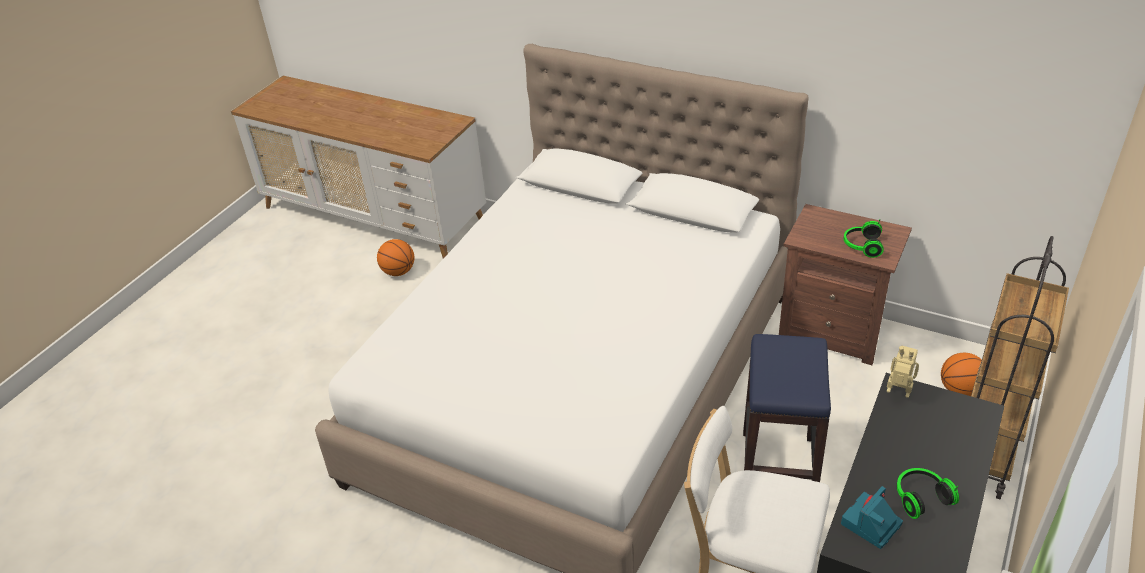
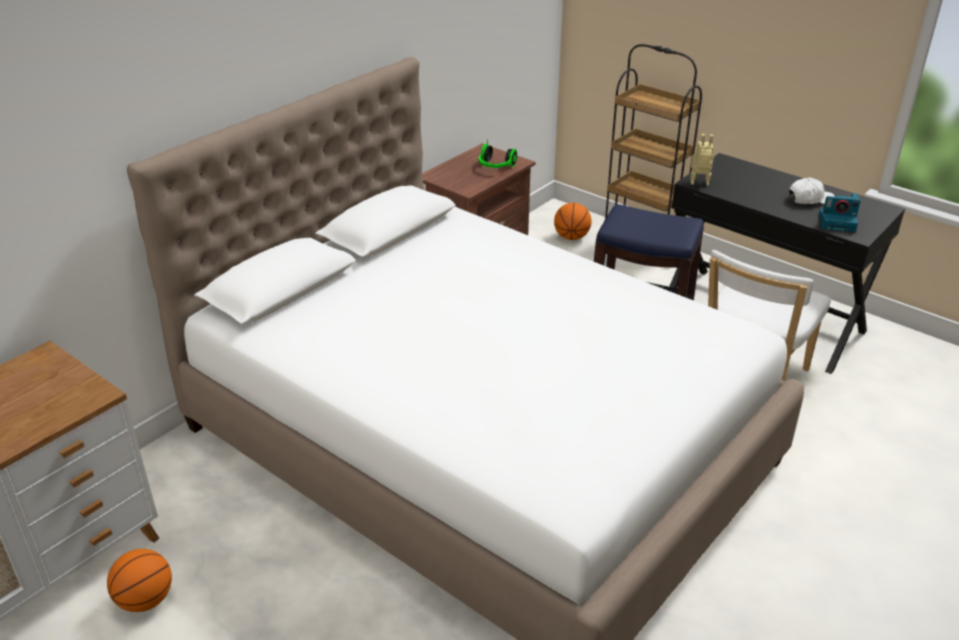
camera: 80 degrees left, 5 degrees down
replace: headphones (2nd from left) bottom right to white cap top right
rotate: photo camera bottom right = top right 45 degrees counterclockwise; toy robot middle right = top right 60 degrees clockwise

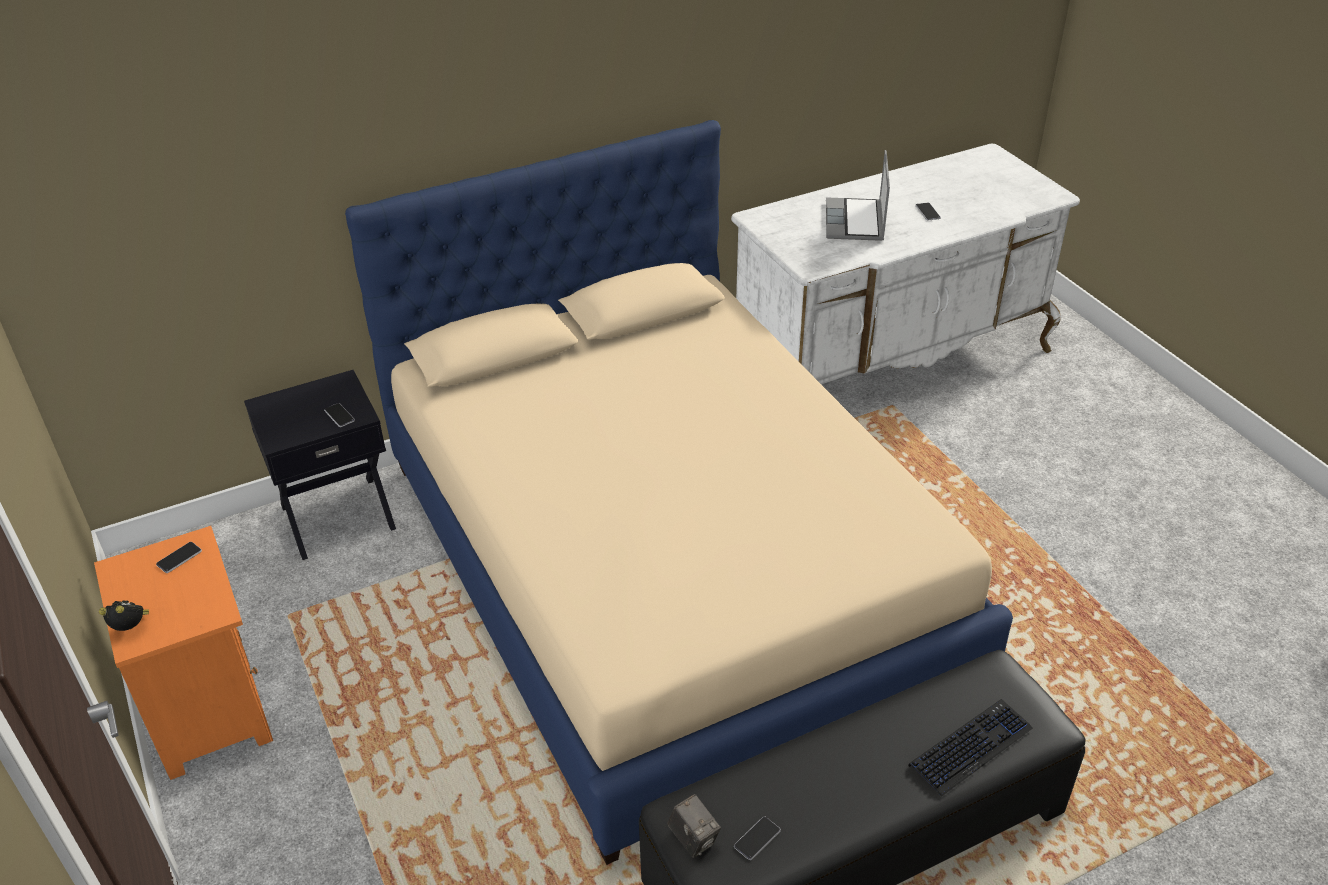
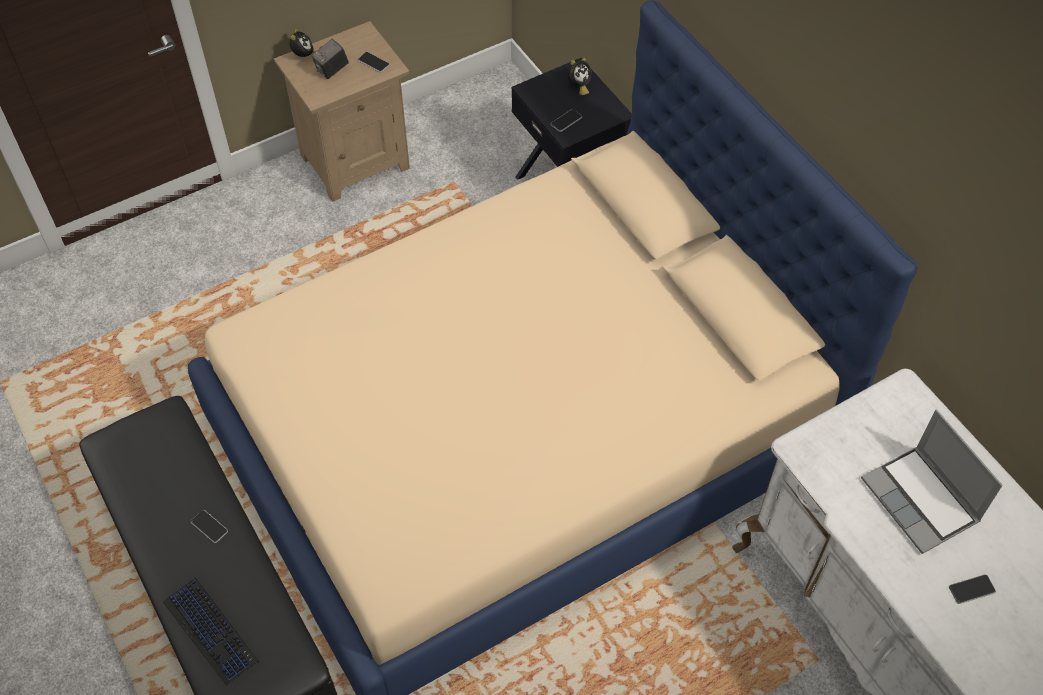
camera: 85 degrees right, 15 degrees up
insert: alarm clock (2nd from left) top centre
move: photo camera bottom centre to top left; phone (3rd from left in the first image) bottom centre to phone (1st from left) bottom left
recolor: orange nightstand bottom left to beige nightstand top left
rotate: laptop top centre = bottom right 120 degrees counterclockwise

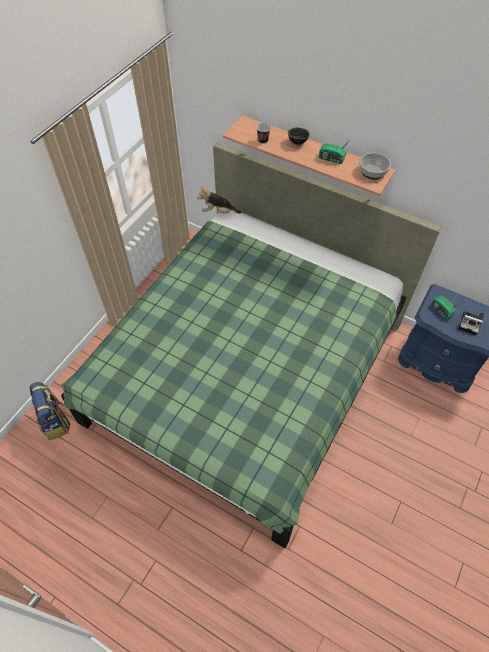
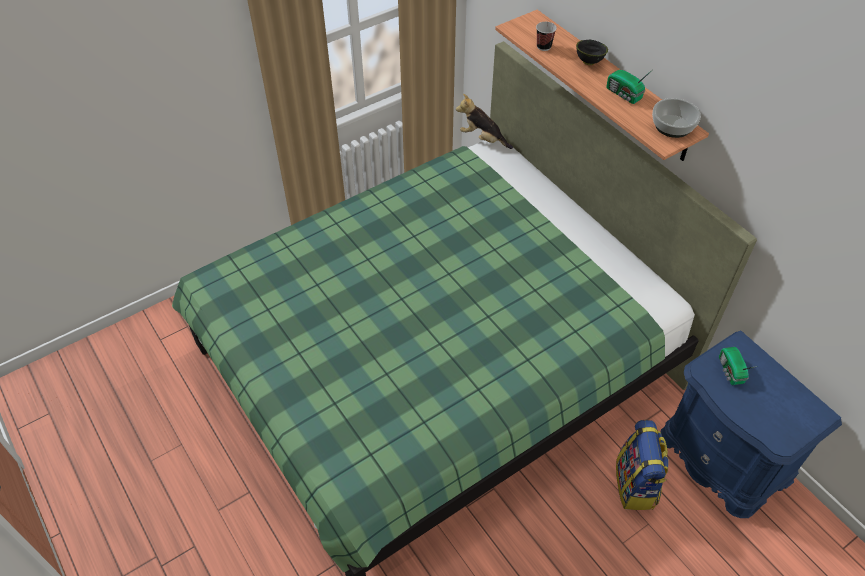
camera: 25 degrees right, 5 degrees down
delete: photo camera middle right
move: backpack middle left to bottom right

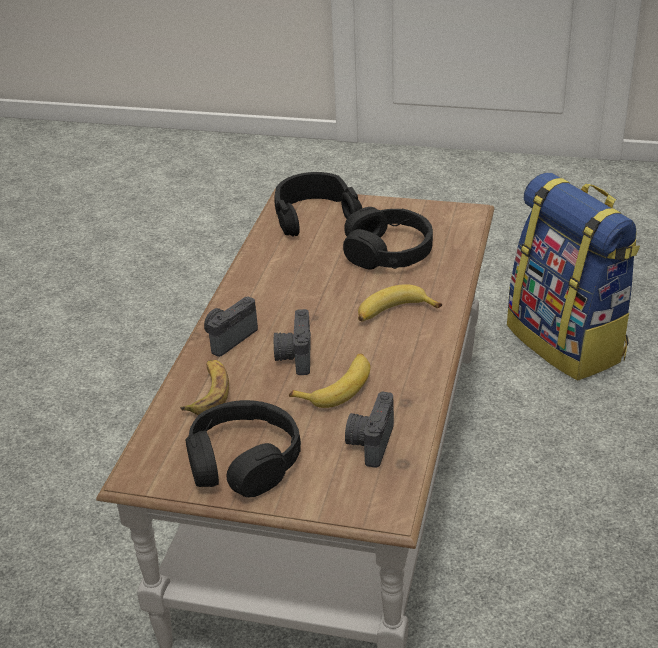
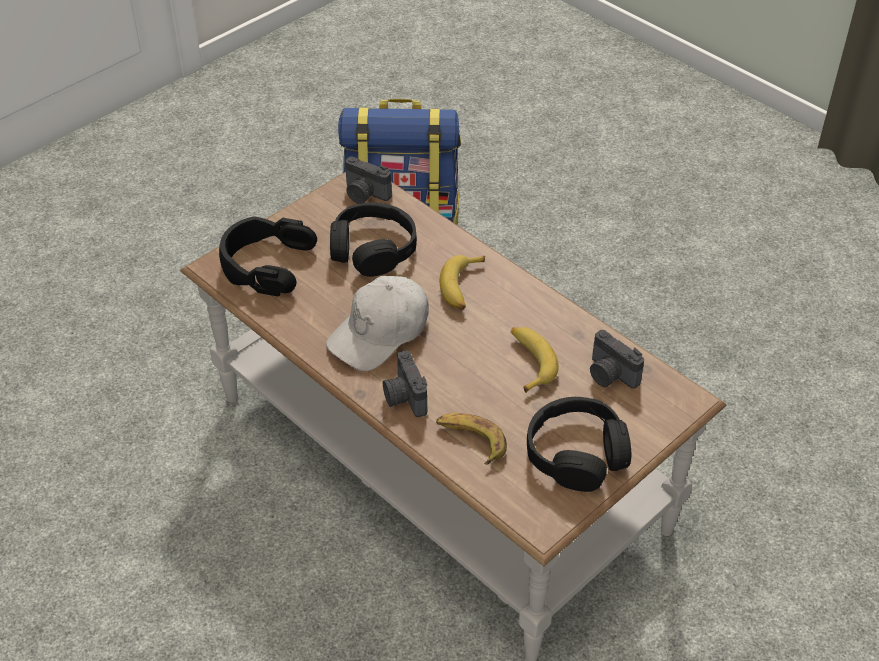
camera: 60 degrees left, 10 degrees up
insert: white cap centre
move: photo camera (2nd from left in the first image) centre to photo camera (1st from left) top centre

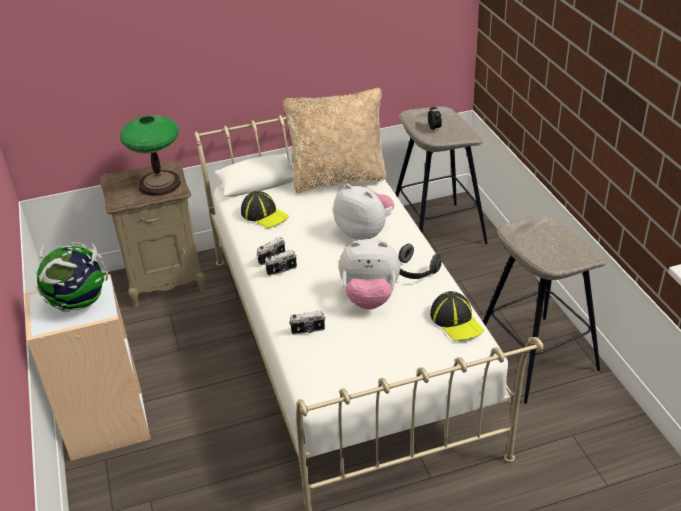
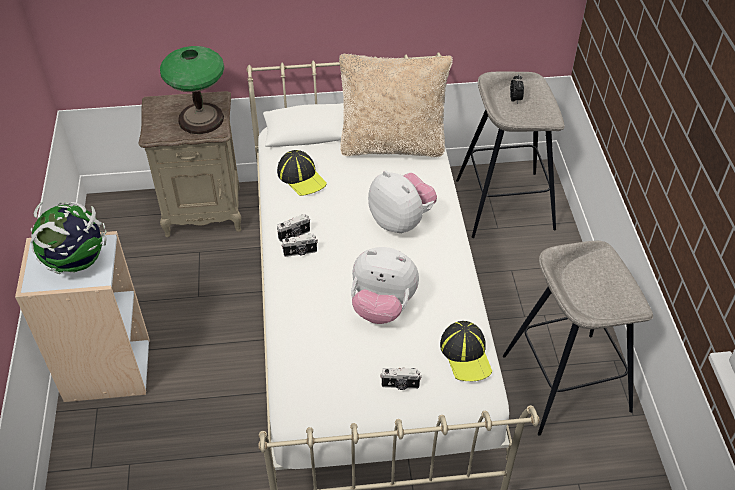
camera: 10 degrees right, 10 degrees up
delete: headphones centre
move: photo camera (3rd from left) centre to bottom centre

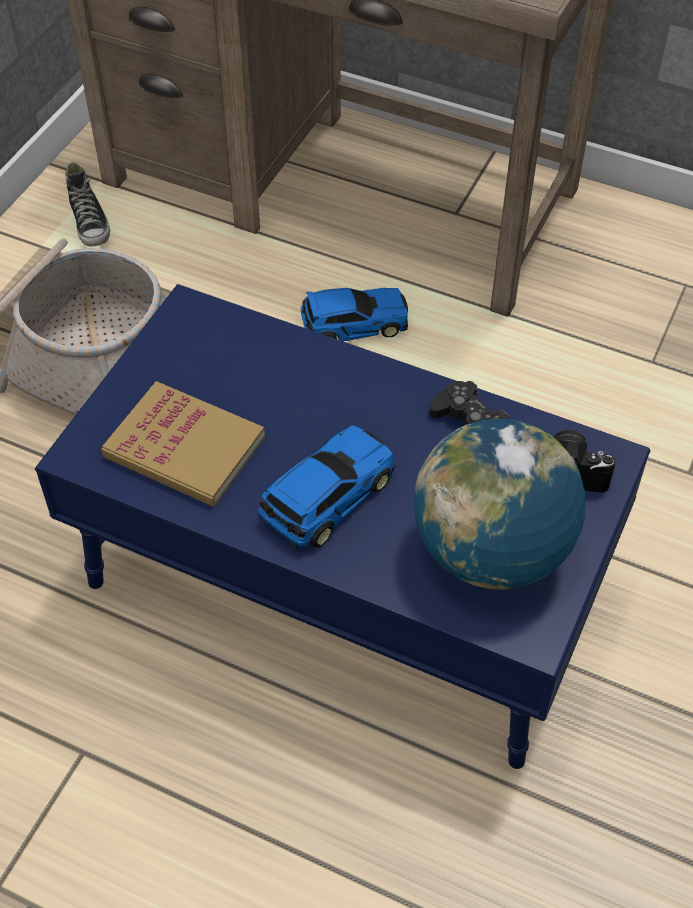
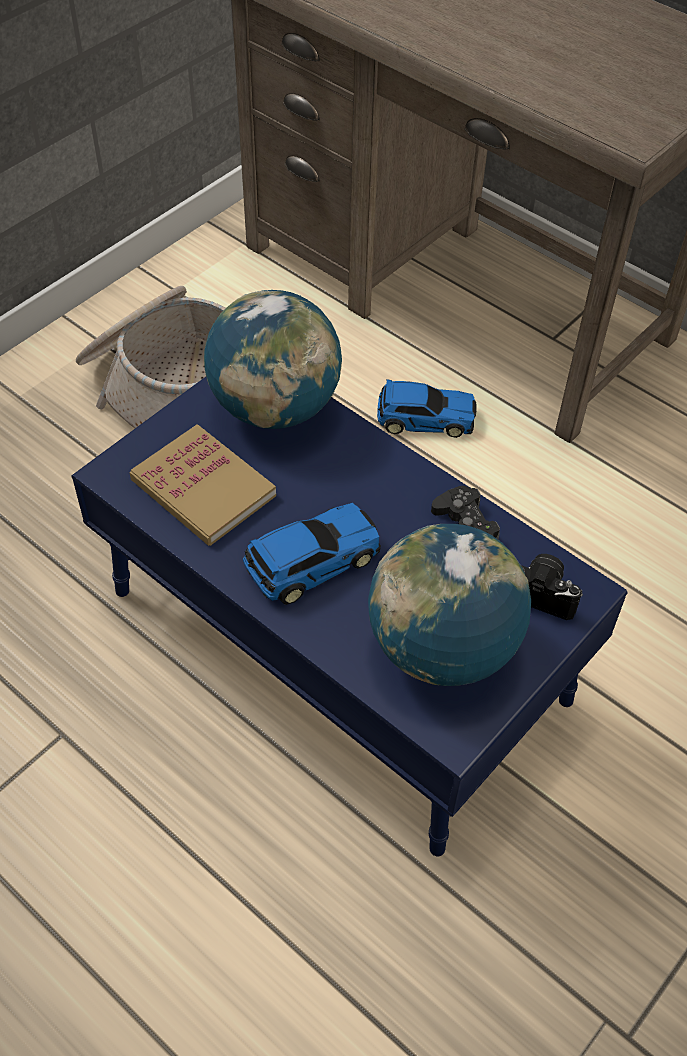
camera: 15 degrees right, 0 degrees up
delete: shoe top left
insert: globe (1st from left) centre

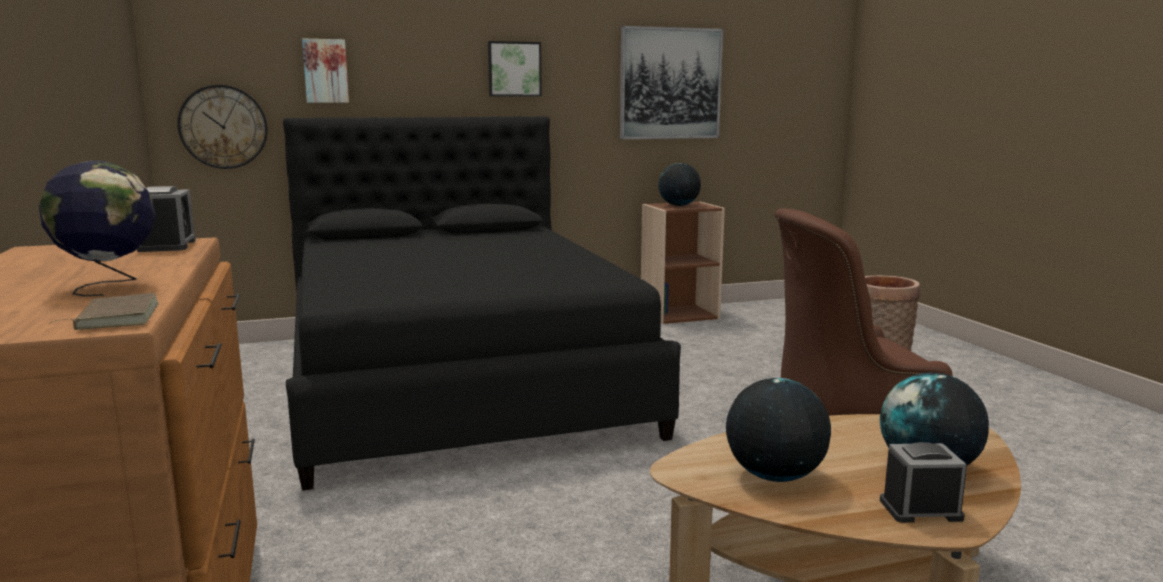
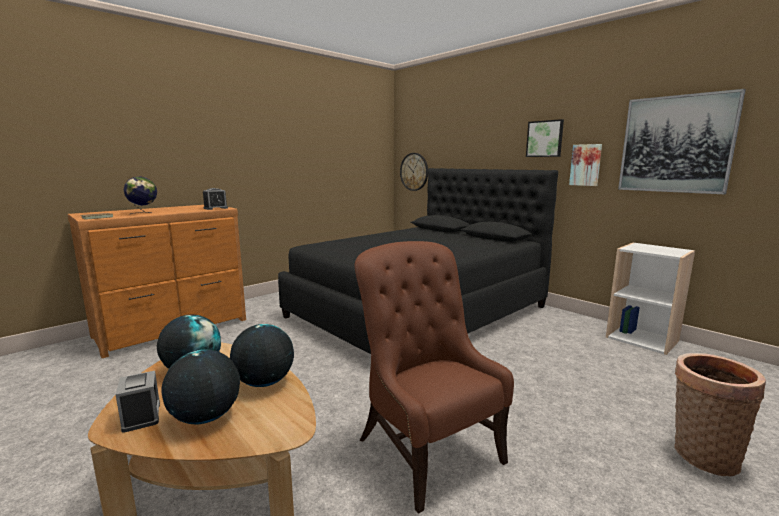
camera: 65 degrees right, 0 degrees up
move: picture (1st from left in the first image) top left to picture (2nd from left) top right; globe (2nd from left in the first image) top centre to globe (4th from left) bottom centre
recolor: brown bookcase centre to white bookcase middle right

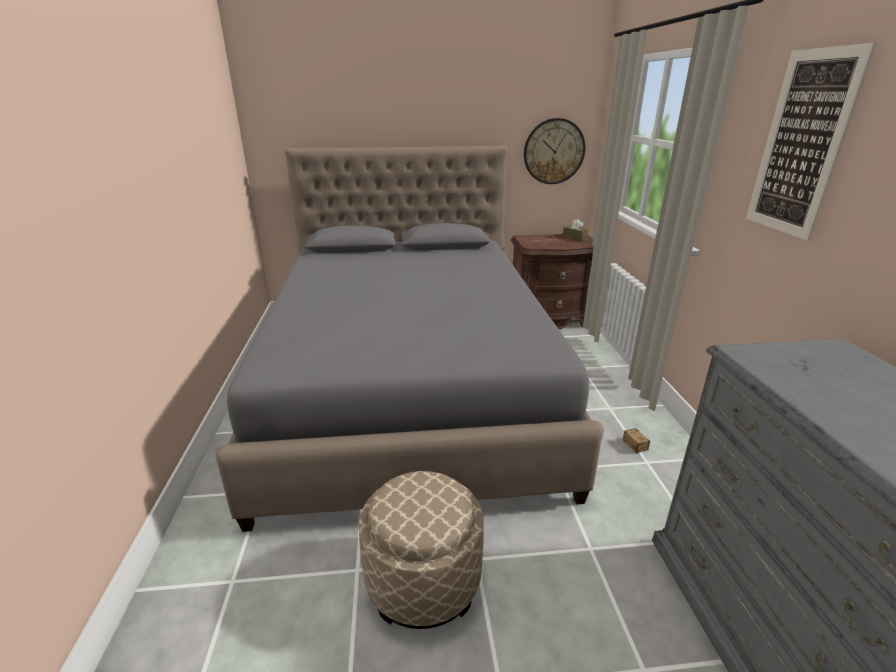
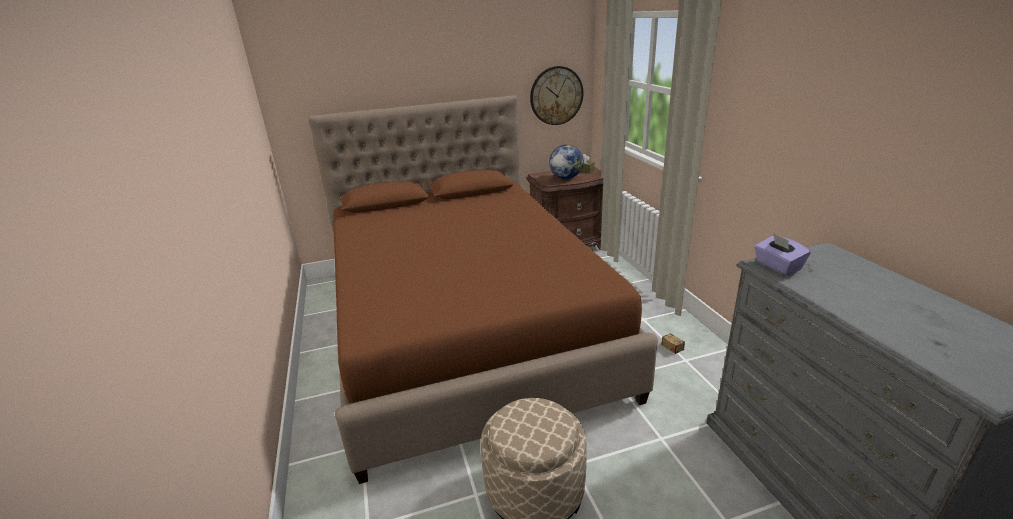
camera: 10 degrees left, 0 degrees up
delete: picture top right
insert: globe top centre; purple tissue box middle right
recolor: grey bed centre to brown bed centre

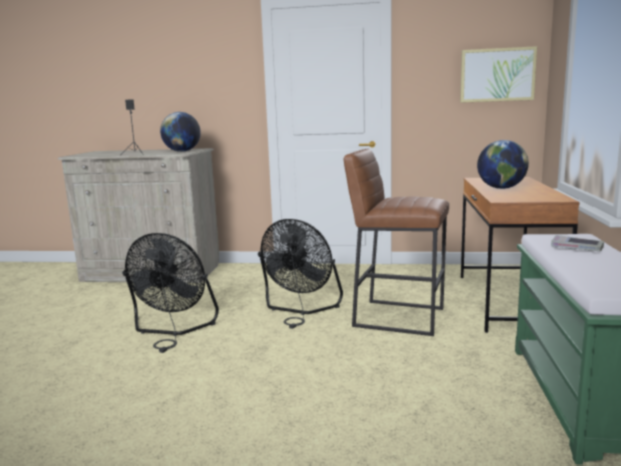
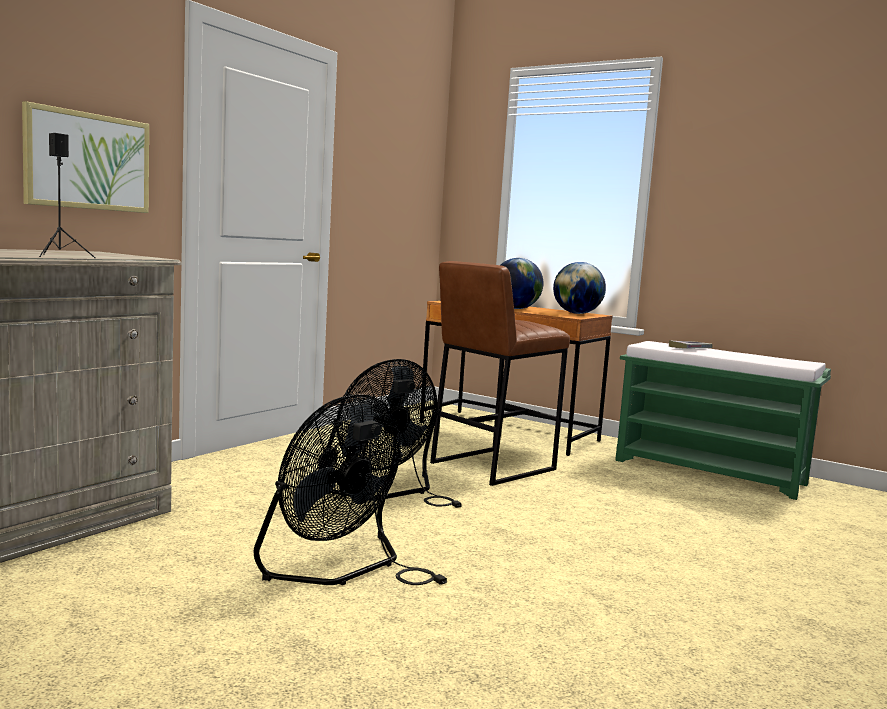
camera: 65 degrees left, 5 degrees down
move: globe (1st from left in the first image) top left to globe (2nd from left) centre; picture top right to top left

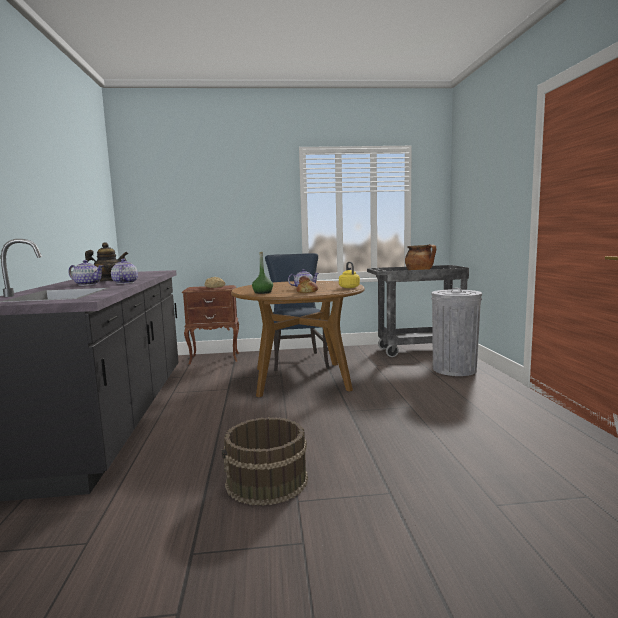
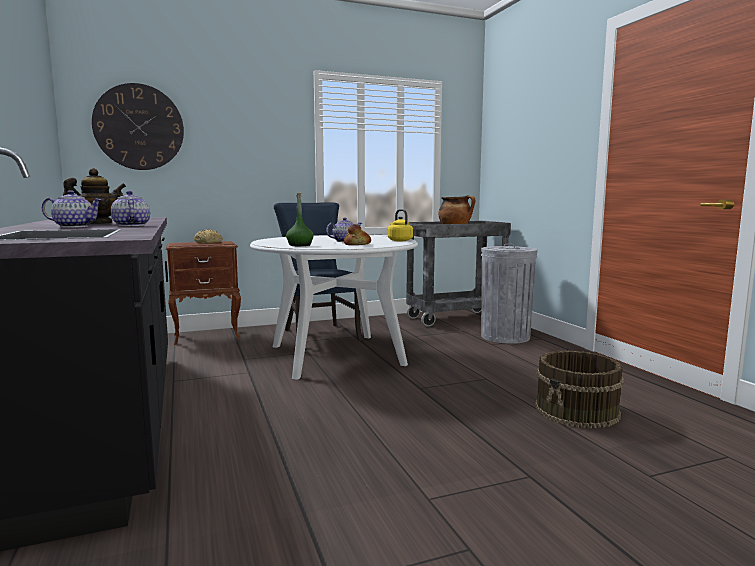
camera: 15 degrees left, 0 degrees up
insert: wall clock top left
move: brown bucket bottom centre to bottom right
recolor: brown dining table centre to white dining table centre

